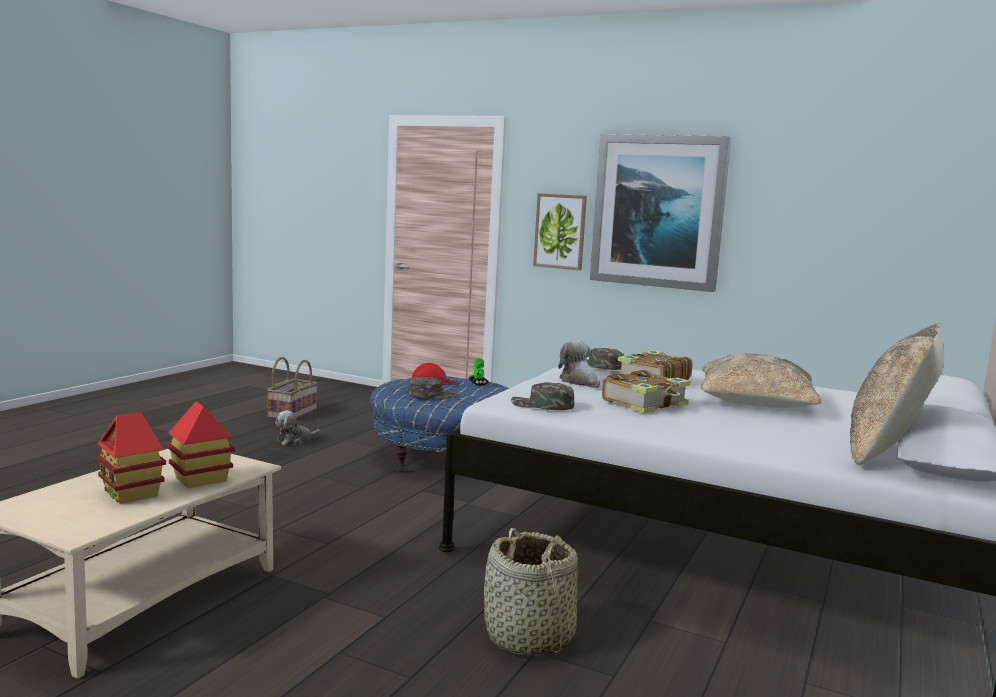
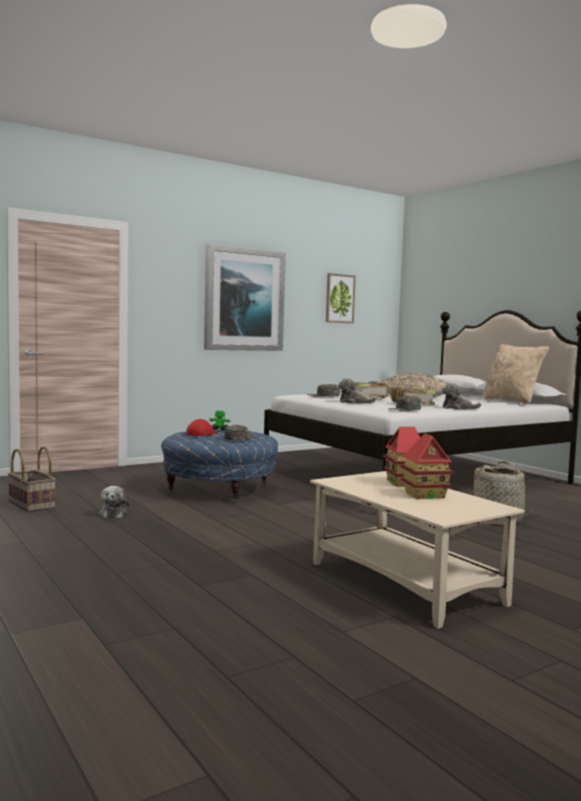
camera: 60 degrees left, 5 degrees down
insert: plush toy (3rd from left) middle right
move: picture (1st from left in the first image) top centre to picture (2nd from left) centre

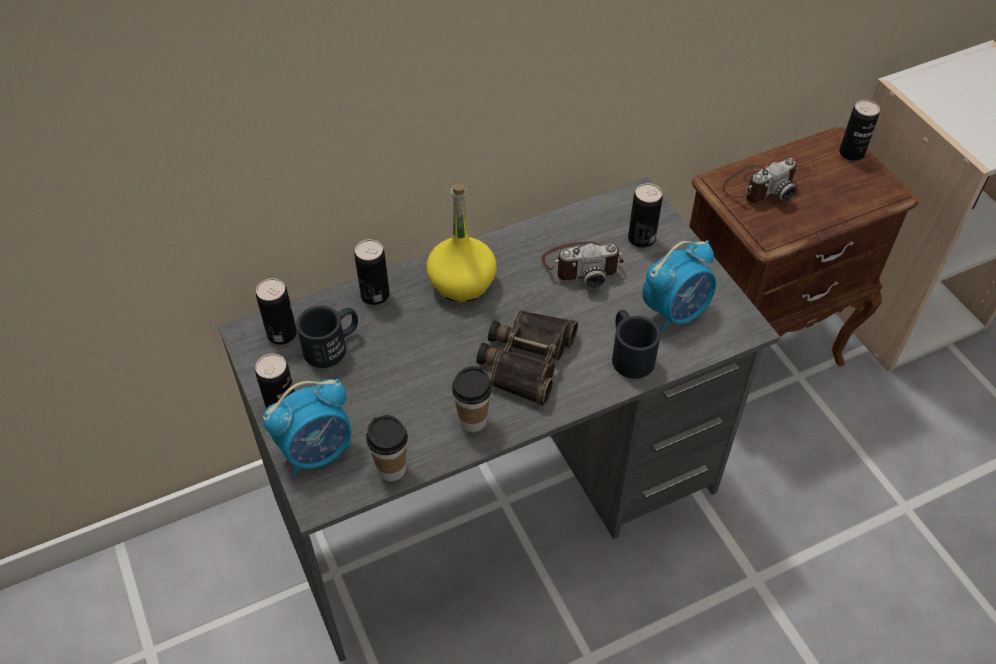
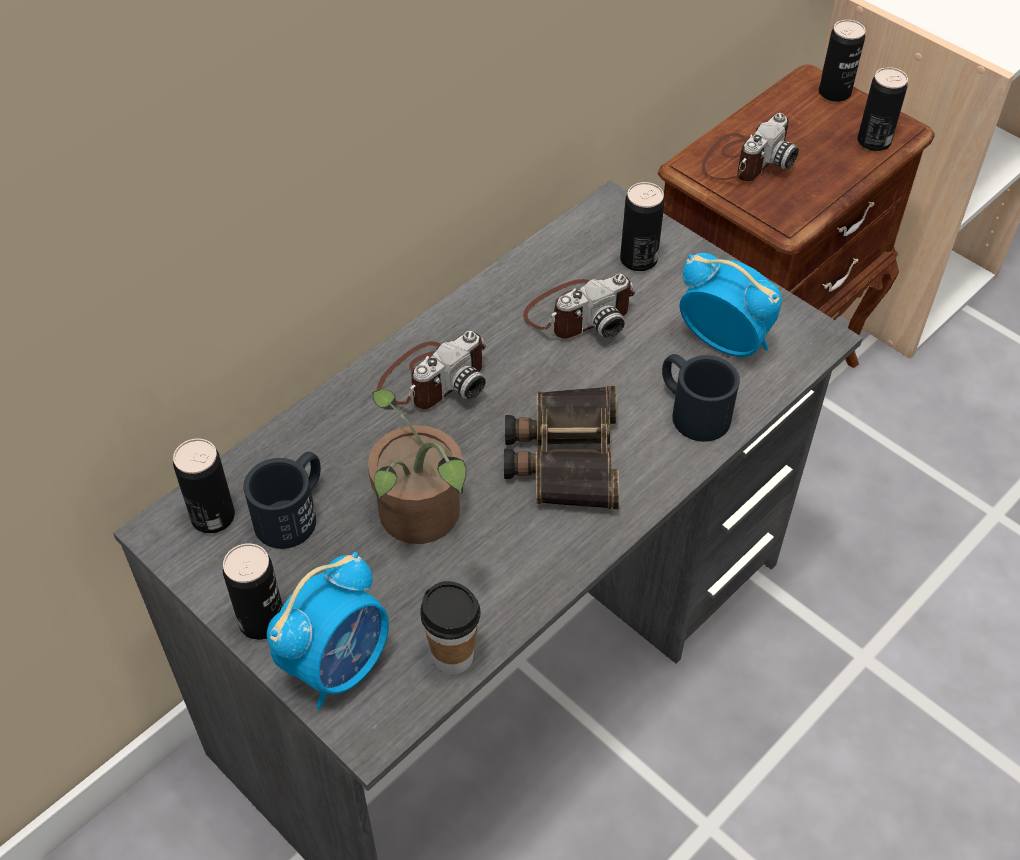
camera: 20 degrees left, 0 degrees up
delete: cup (2nd from left) centre
insert: potted plant centre
move: can (3rd from left in the first image) centre to can (5th from left) top right
replace: yellow bottle centre to photo camera (1st from left) centre
rotate: alarm clock (2nd from left) middle right = middle right 90 degrees counterclockwise

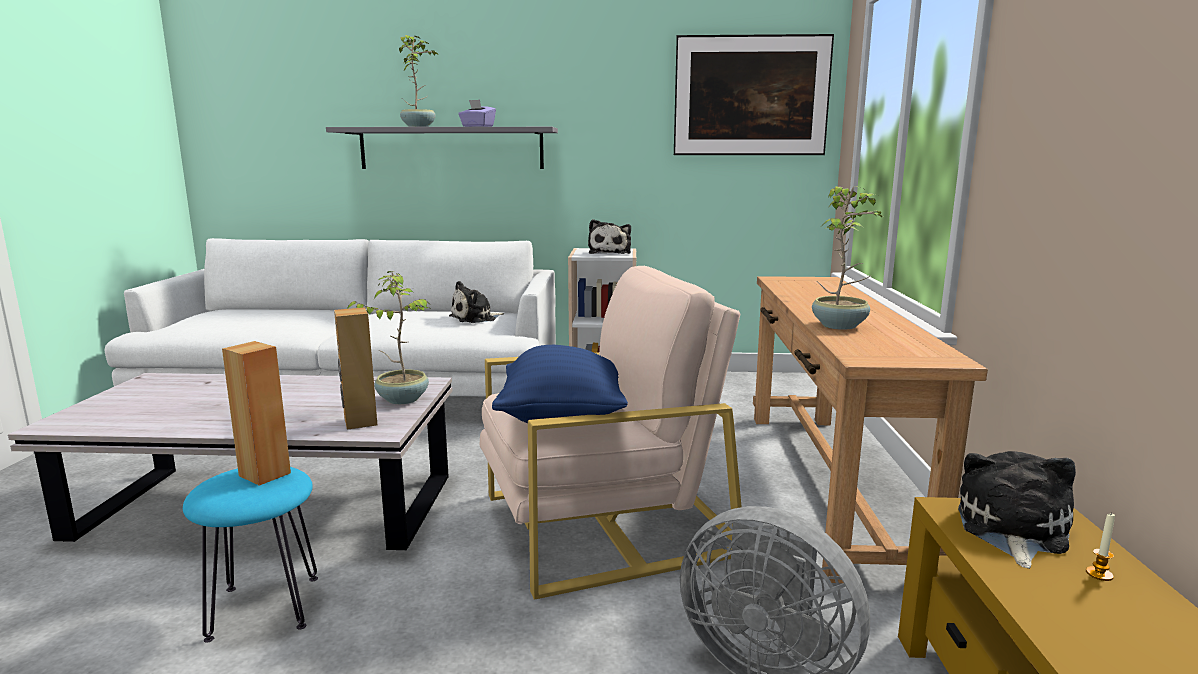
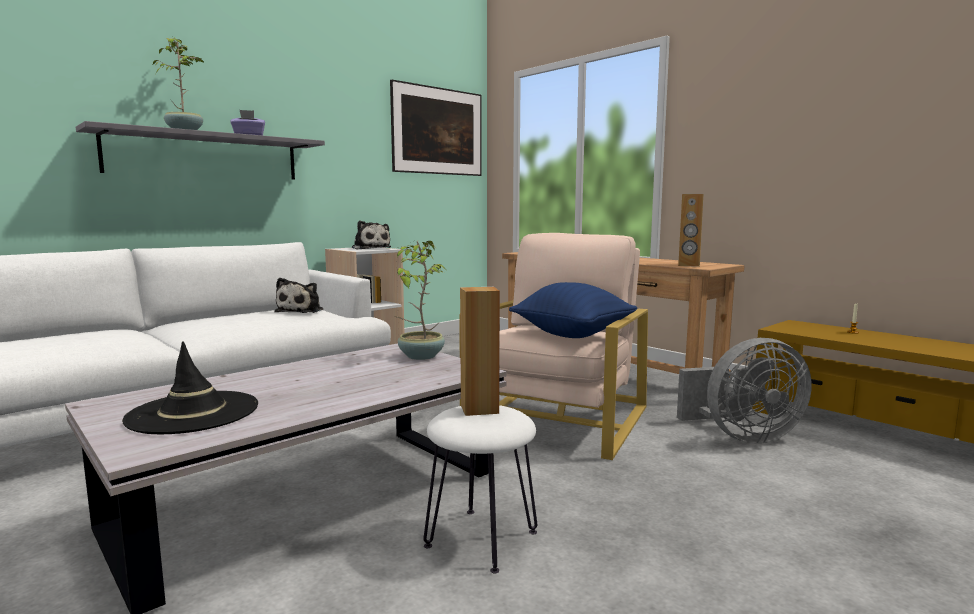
camera: 45 degrees left, 5 degrees down
delete: potted plant (3rd from left) middle right; plush toy (3rd from left) bottom right
insert: black hat middle left
move: brown speaker (2nd from left) middle left to middle right
recolor: turquoise stool bottom left to white stool bottom centre

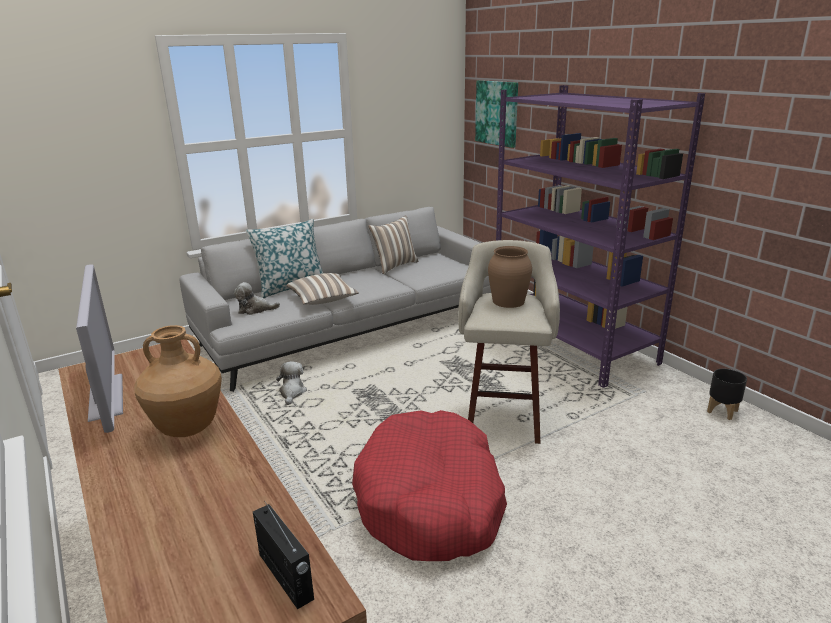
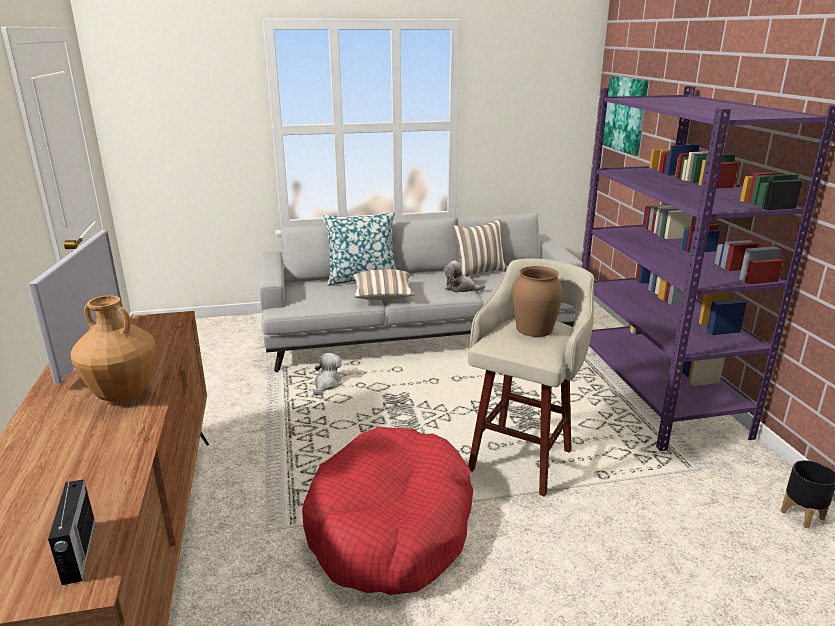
camera: 20 degrees right, 0 degrees up
move: plush toy (1st from left in the first image) middle left to plush toy (2nd from left) centre

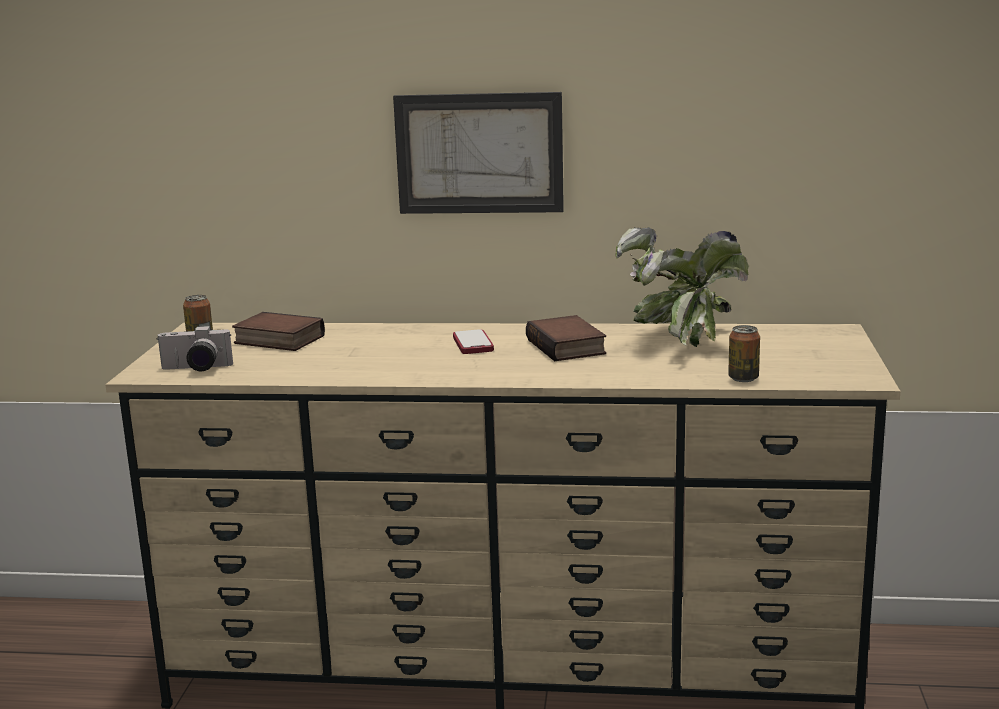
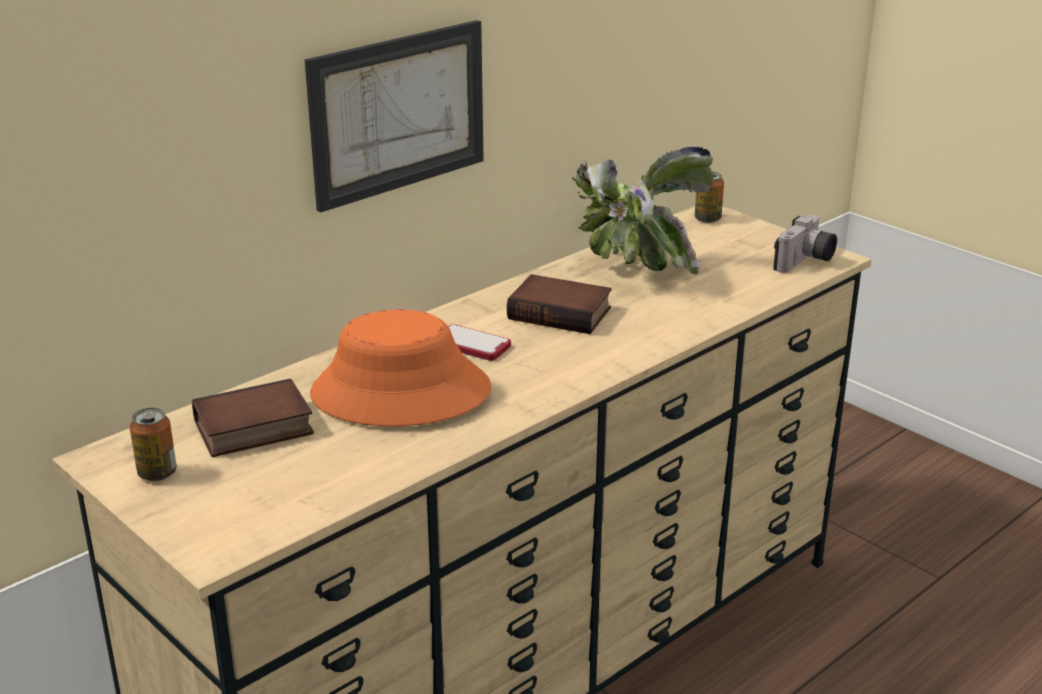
camera: 50 degrees left, 10 degrees up
insert: orange hat centre
move: photo camera middle left to middle right; can (2nd from left) middle right to top right

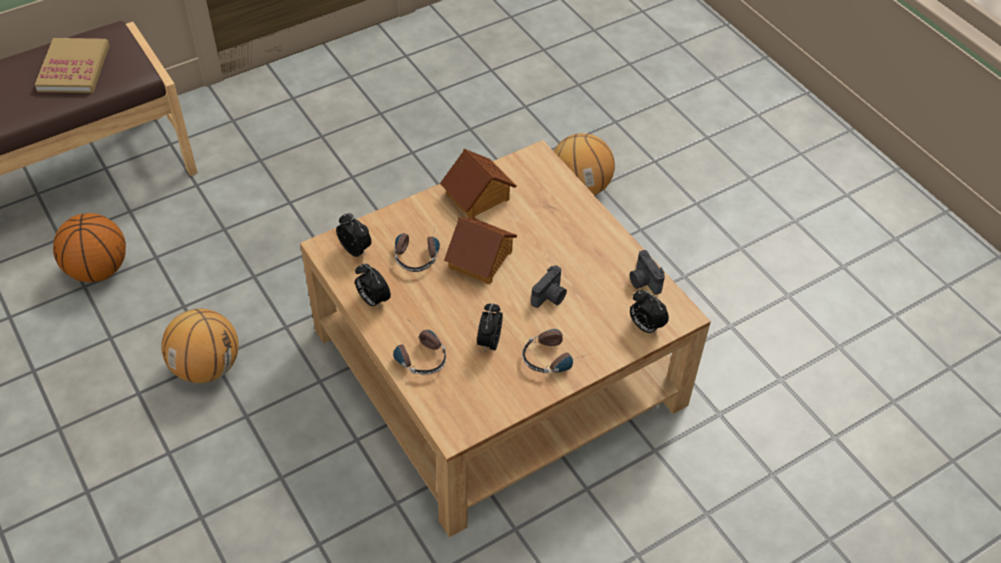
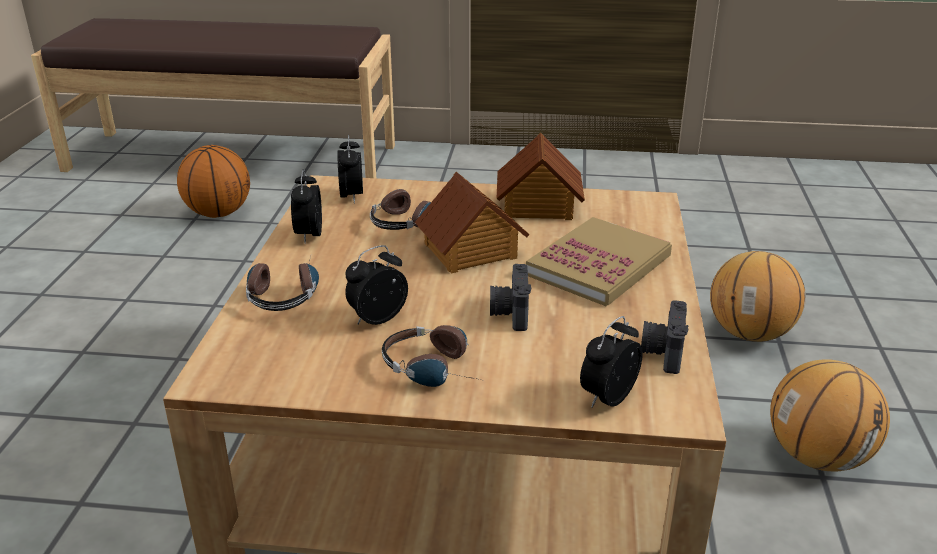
camera: 40 degrees right, 20 degrees down
move: book top left to centre; basketball (2nd from left in the first image) middle left to basketball (3rd from left) bottom right
rotate: photo camera (1st from left) centre = centre 105 degrees clockwise; alarm clock (4th from left) centre = centre 45 degrees clockwise

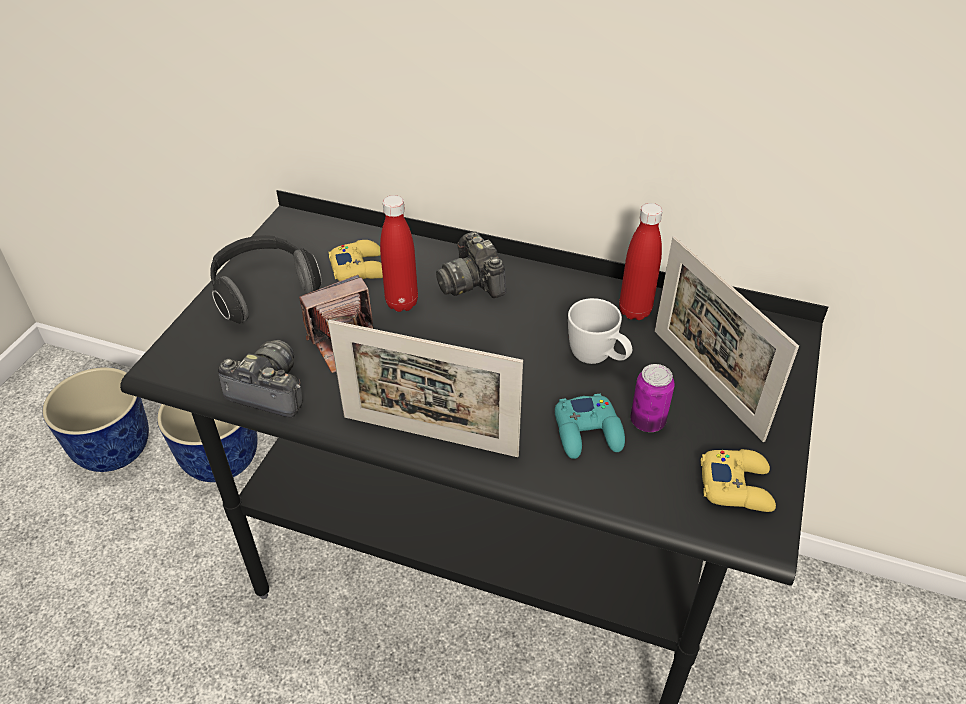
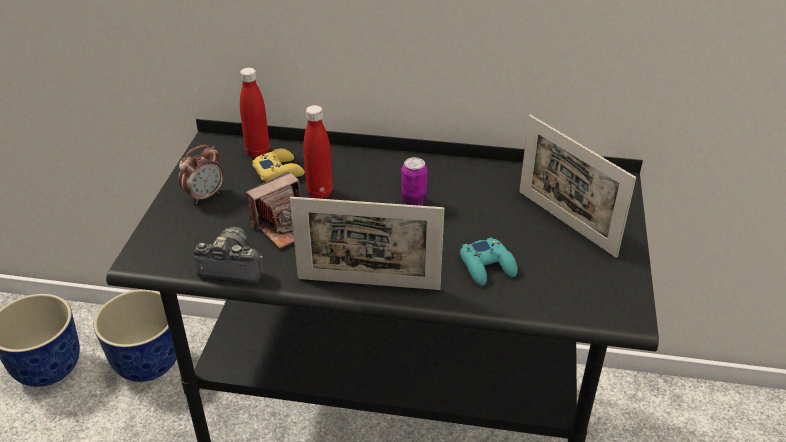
camera: 10 degrees left, 5 degrees down
delete: photo camera (3rd from left) centre; white mug centre; yellow game controller (2nd from left) bottom right
move: red bottle (2nd from left in the first image) centre to red bottle (1st from left) top left; can middle right to centre
replace: headphones middle left to alarm clock middle left

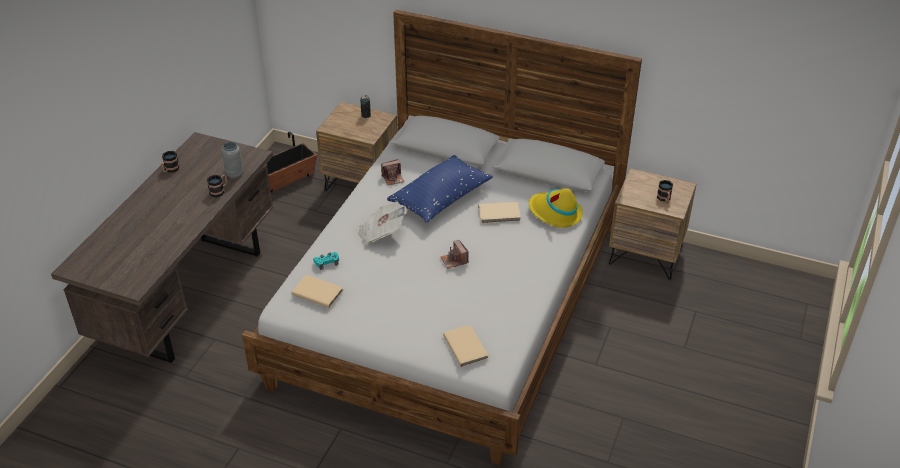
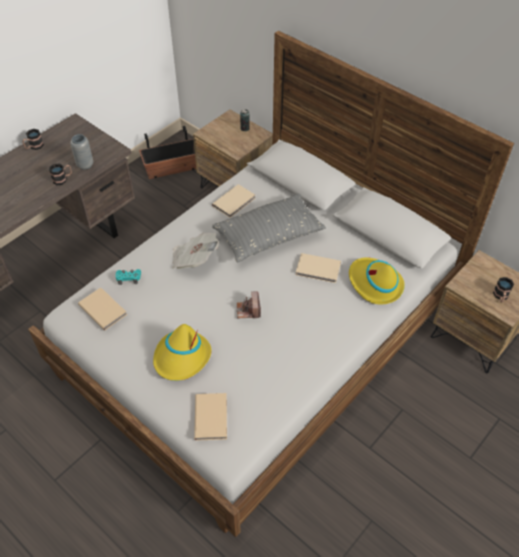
camera: 20 degrees right, 10 degrees up
insert: yellow hat (1st from left) centre
replace: photo camera (1st from left) centre to beige book (3rd from left) centre
recolor: blue pillow centre to grey pillow centre

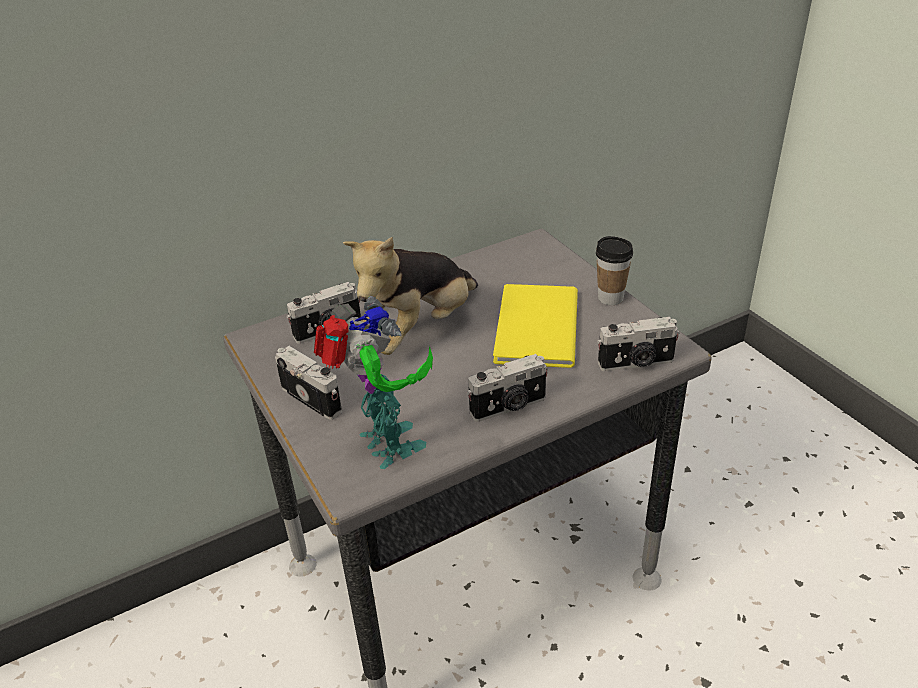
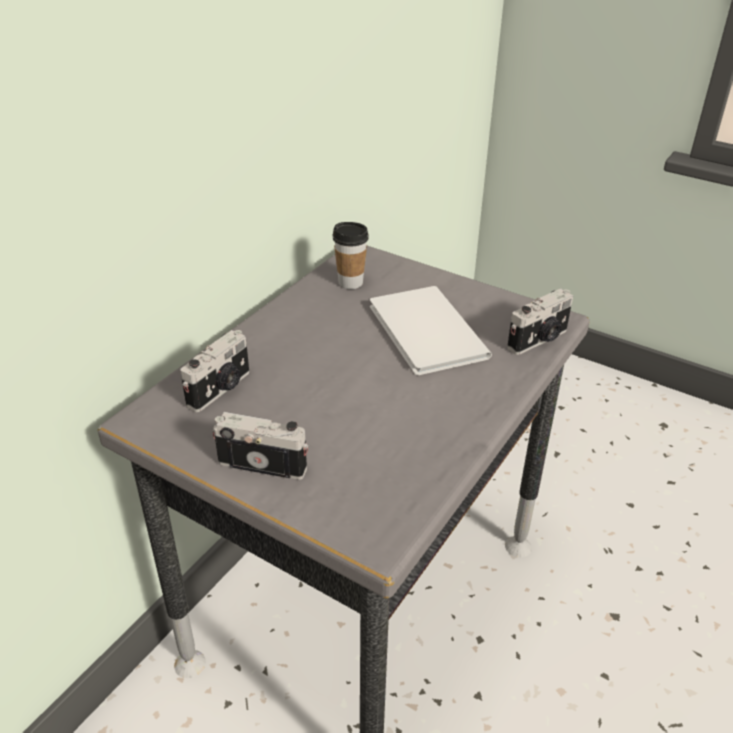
camera: 30 degrees left, 0 degrees up
delete: toy robot centre; plush toy centre; photo camera (3rd from left) centre
move: cup middle right to centre
recolor: yellow book centre to white book centre

